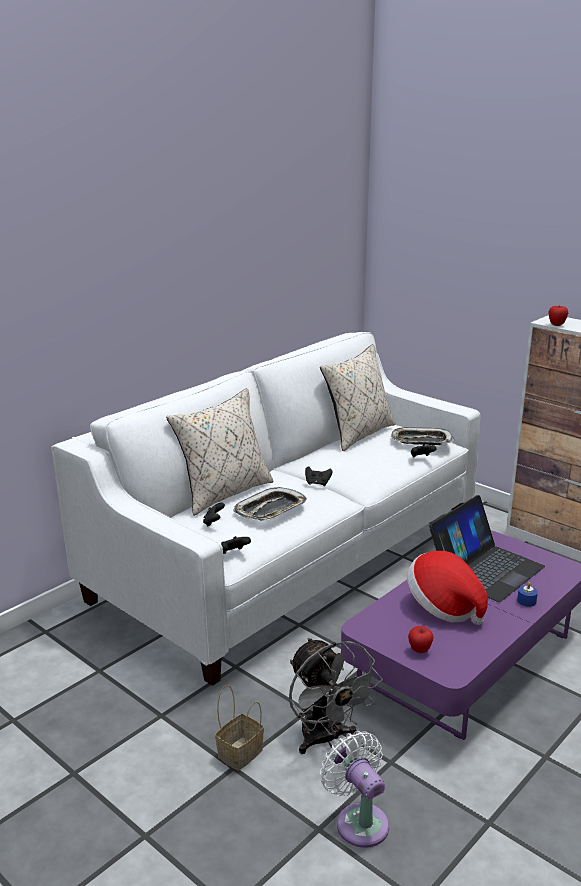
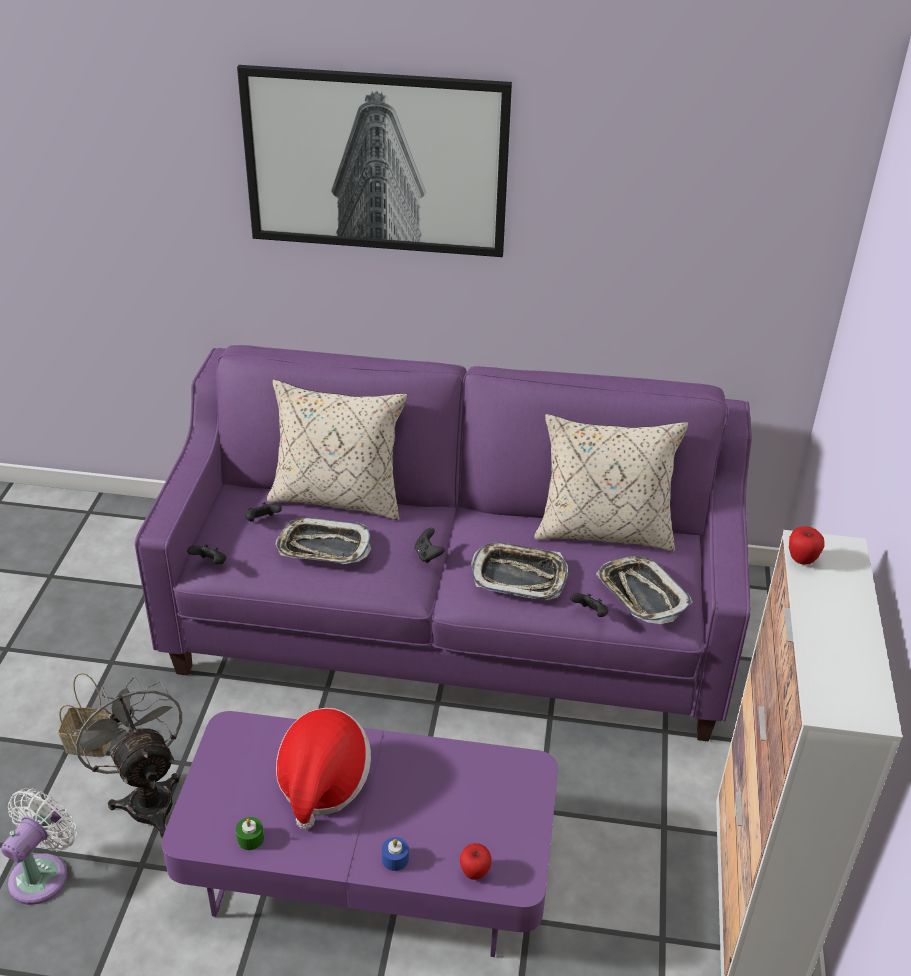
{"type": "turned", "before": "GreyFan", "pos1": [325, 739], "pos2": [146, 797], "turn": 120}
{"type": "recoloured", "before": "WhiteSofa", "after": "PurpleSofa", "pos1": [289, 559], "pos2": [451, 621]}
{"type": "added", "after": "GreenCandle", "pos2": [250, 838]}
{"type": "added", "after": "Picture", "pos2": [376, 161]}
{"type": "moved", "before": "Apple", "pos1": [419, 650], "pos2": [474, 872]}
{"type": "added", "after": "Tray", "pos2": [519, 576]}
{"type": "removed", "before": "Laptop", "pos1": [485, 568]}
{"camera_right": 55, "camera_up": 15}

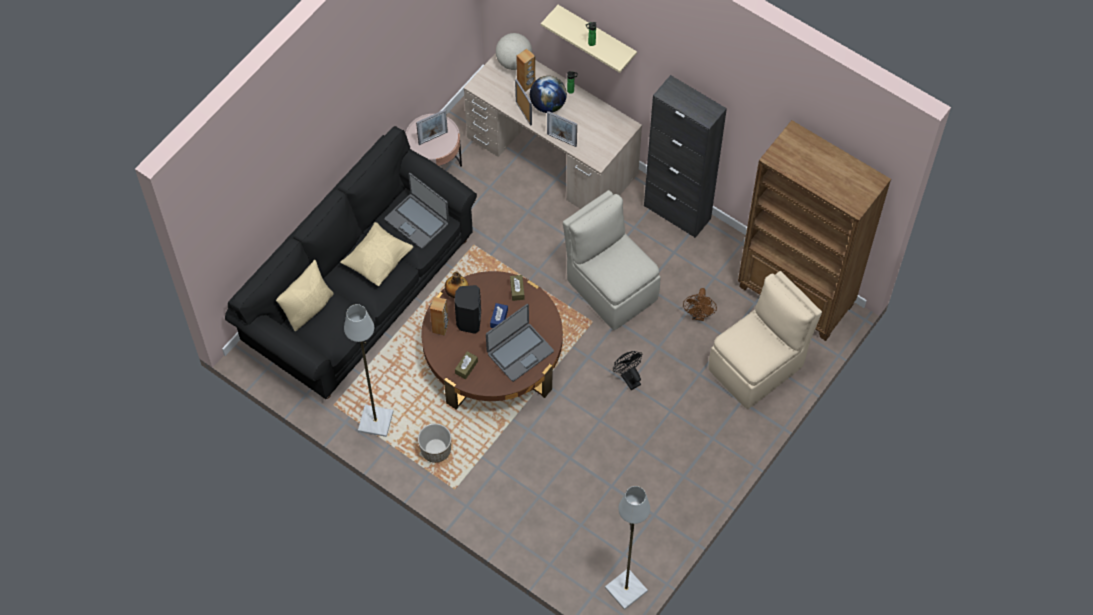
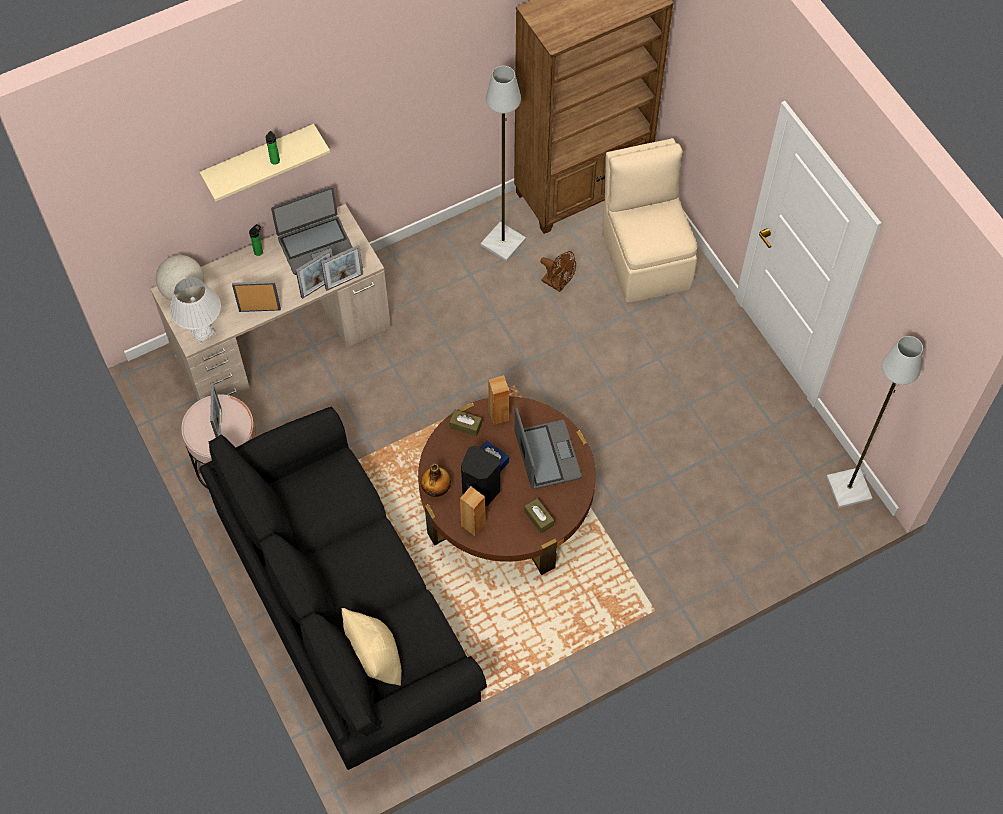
{"type": "added", "after": "WhiteTableLamp", "pos2": [203, 333]}
{"type": "moved", "before": "Laptop", "pos1": [417, 221], "pos2": [315, 245]}
{"type": "added", "after": "PictureFrame", "pos2": [344, 281]}
{"type": "moved", "before": "GreyFloorLamp", "pos1": [376, 421], "pos2": [502, 242]}
{"type": "moved", "before": "BrownSpeaker", "pos1": [526, 84], "pos2": [499, 415]}
{"type": "removed", "before": "BeigePillow", "pos1": [378, 261]}
{"type": "removed", "before": "Planter", "pos1": [436, 450]}
{"type": "removed", "before": "Globe", "pos1": [547, 104]}
{"type": "removed", "before": "BeigeChair", "pos1": [610, 287]}
{"type": "removed", "before": "BlackFan", "pos1": [628, 377]}
{"type": "removed", "before": "BlackCabinet", "pos1": [677, 212]}
{"camera_right": -65, "camera_up": 0}

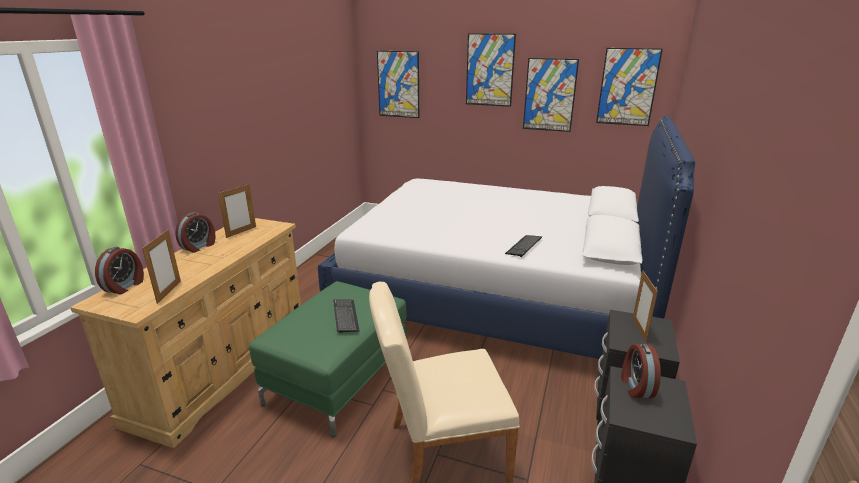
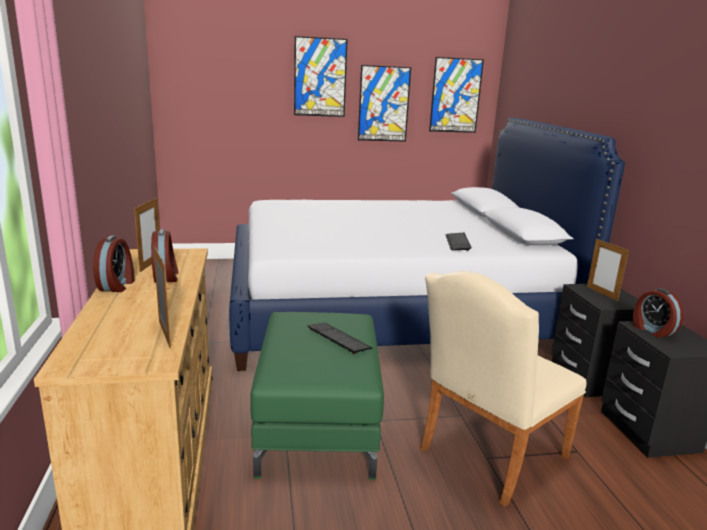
{"type": "moved", "before": "AlarmClock", "pos1": [125, 286], "pos2": [166, 276]}
{"type": "removed", "before": "Picture", "pos1": [398, 84]}
{"camera_right": -30, "camera_up": -5}

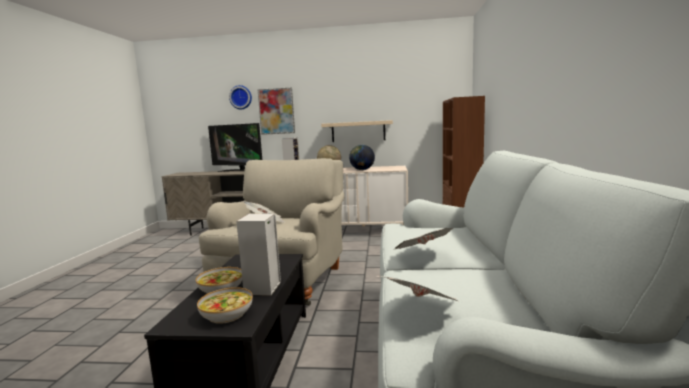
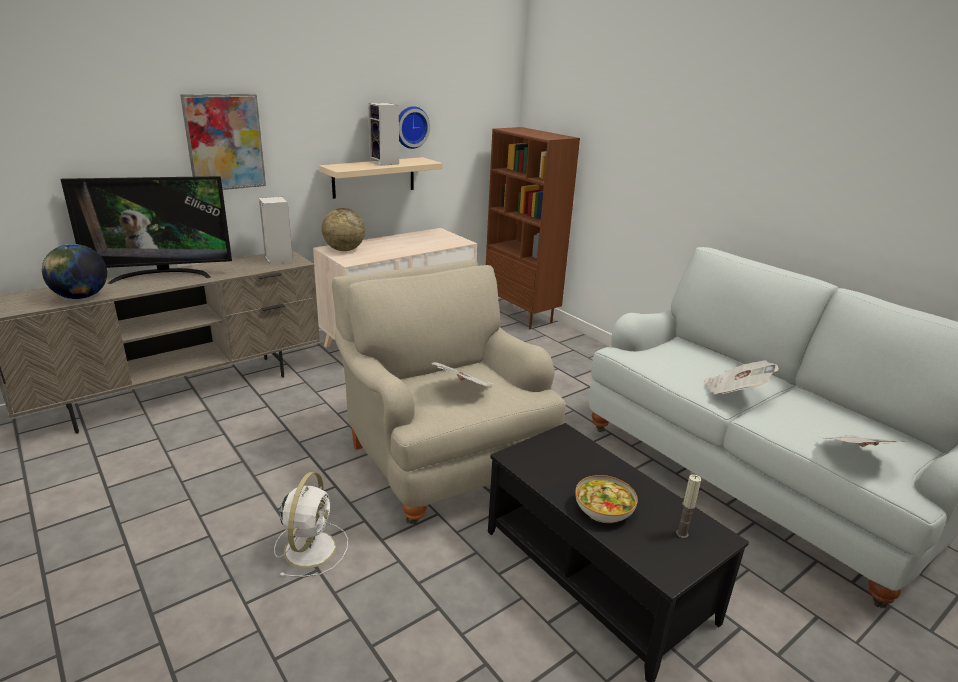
{"type": "moved", "before": "Globe", "pos1": [362, 170], "pos2": [81, 297]}
{"type": "added", "after": "WhiteFan", "pos2": [311, 547]}
{"type": "moved", "before": "Speaker", "pos1": [263, 289], "pos2": [385, 163]}
{"type": "moved", "before": "WallClock", "pos1": [241, 97], "pos2": [410, 127]}
{"type": "replaced", "before": "Bowl", "after": "Candle", "pos1": [226, 314], "pos2": [682, 533]}
{"camera_right": -45, "camera_up": 15}

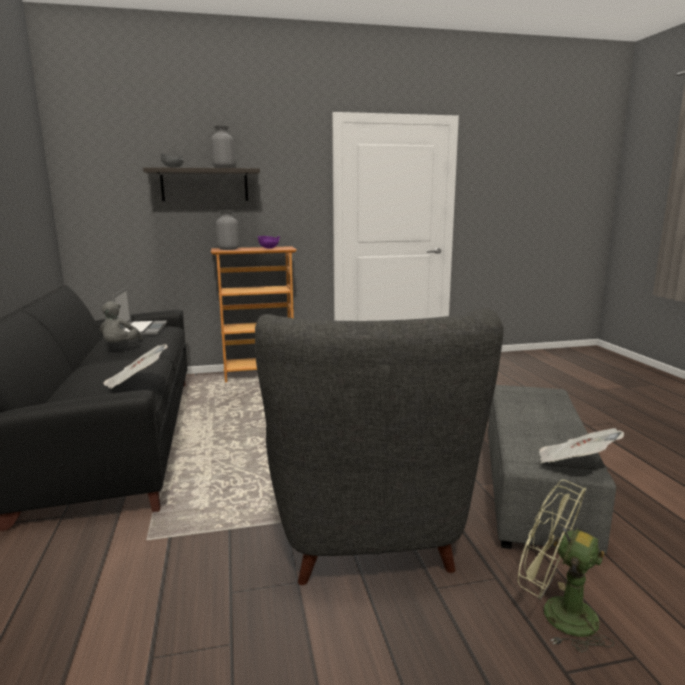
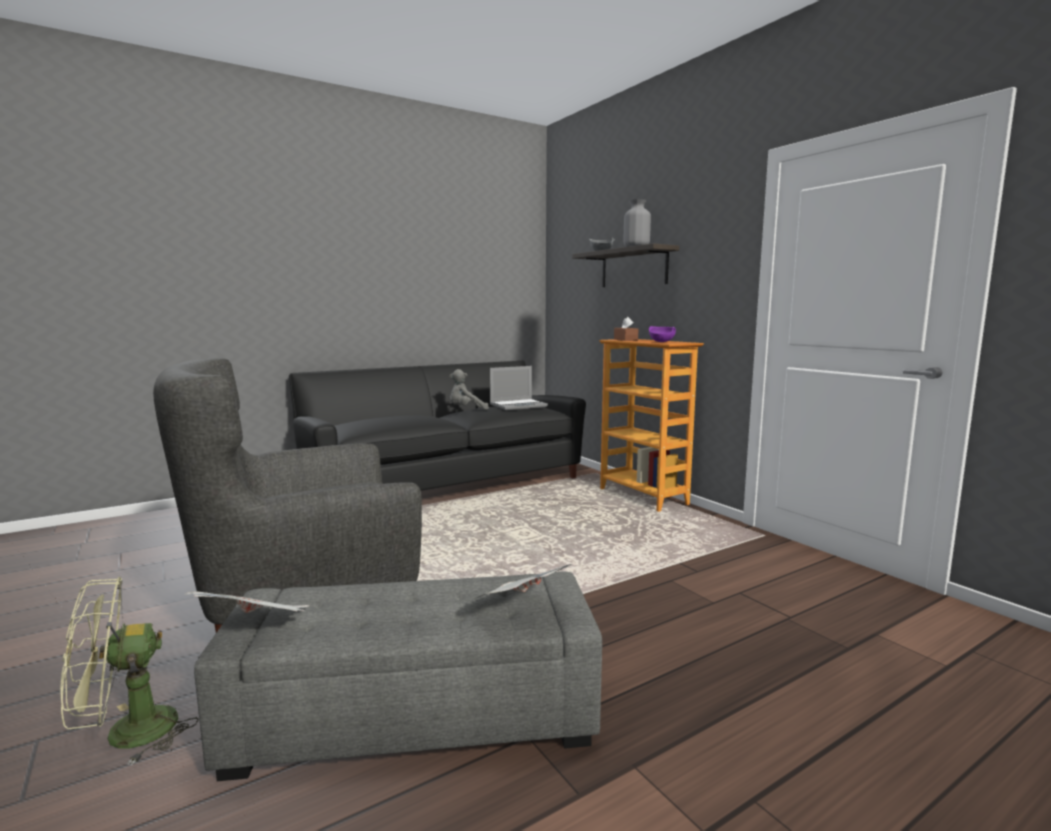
{"type": "turned", "before": "GreenFan", "pos1": [556, 613], "pos2": [125, 735], "turn": -135}
{"type": "moved", "before": "Newspaper", "pos1": [136, 383], "pos2": [519, 608]}
{"type": "replaced", "before": "GreyVase", "after": "BrownTissueBox", "pos1": [228, 249], "pos2": [625, 340]}
{"camera_right": 70, "camera_up": -5}

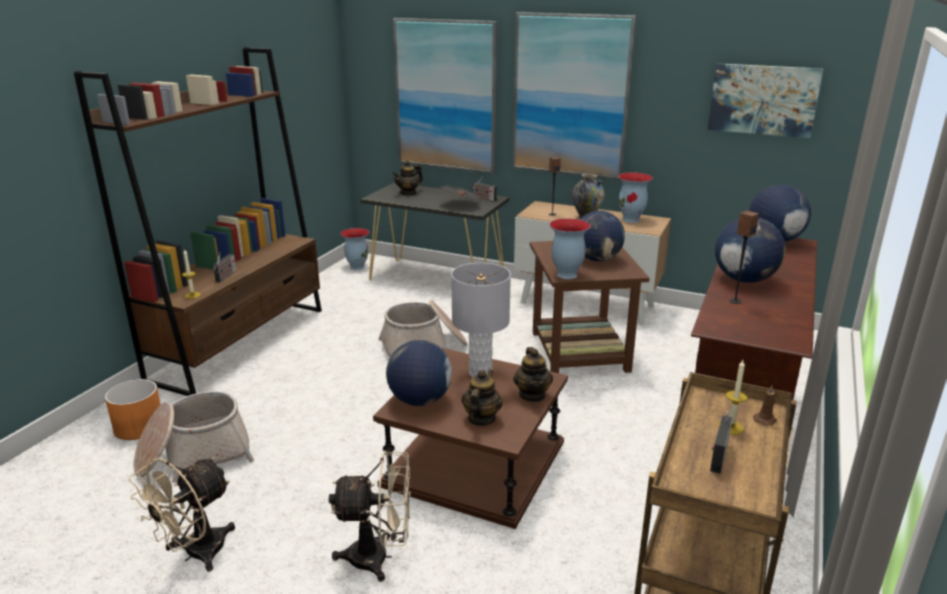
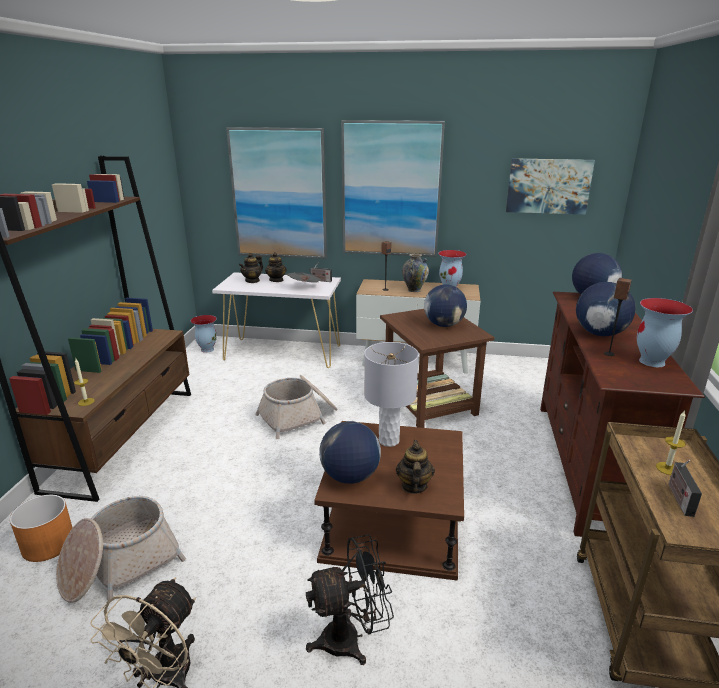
{"type": "recoloured", "before": "BlackConsoleTable", "after": "WhiteConsoleTable", "pos1": [437, 279], "pos2": [283, 353]}
{"type": "moved", "before": "Teapot", "pos1": [532, 395], "pos2": [276, 280]}
{"type": "recoloured", "before": "BeigeFan", "after": "BlackFan", "pos1": [379, 557], "pos2": [351, 638]}
{"type": "moved", "before": "Vase", "pos1": [567, 275], "pos2": [652, 362]}
{"type": "removed", "before": "Radio", "pos1": [225, 277]}
{"type": "removed", "before": "BrownCandle", "pos1": [765, 419]}
{"camera_right": -15, "camera_up": 0}

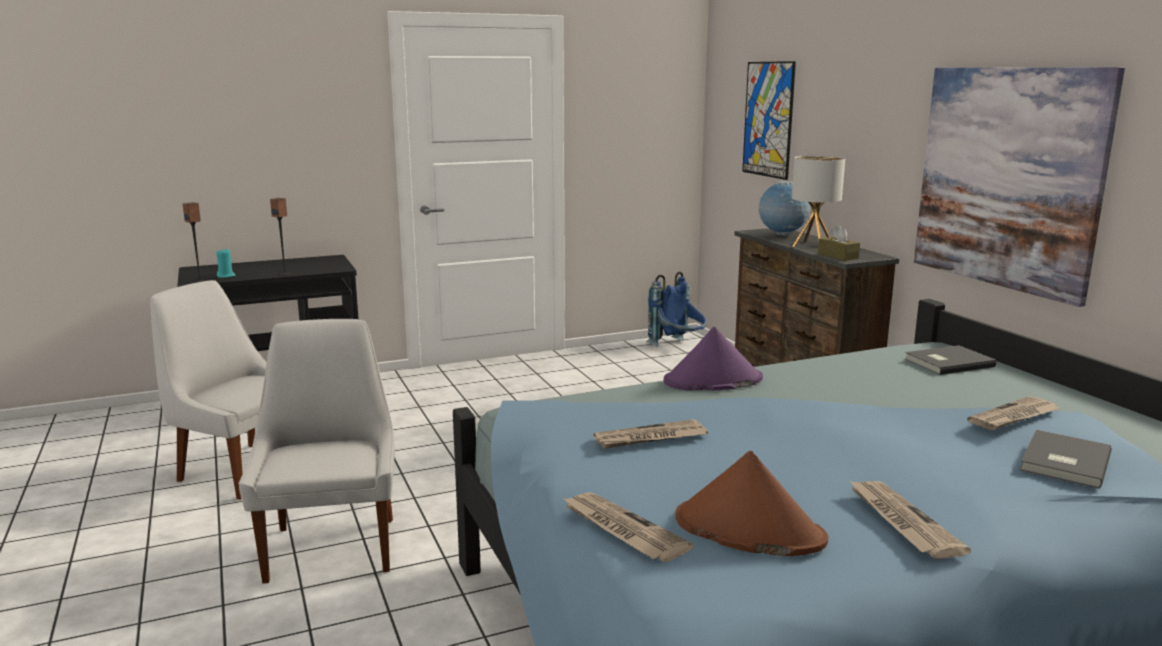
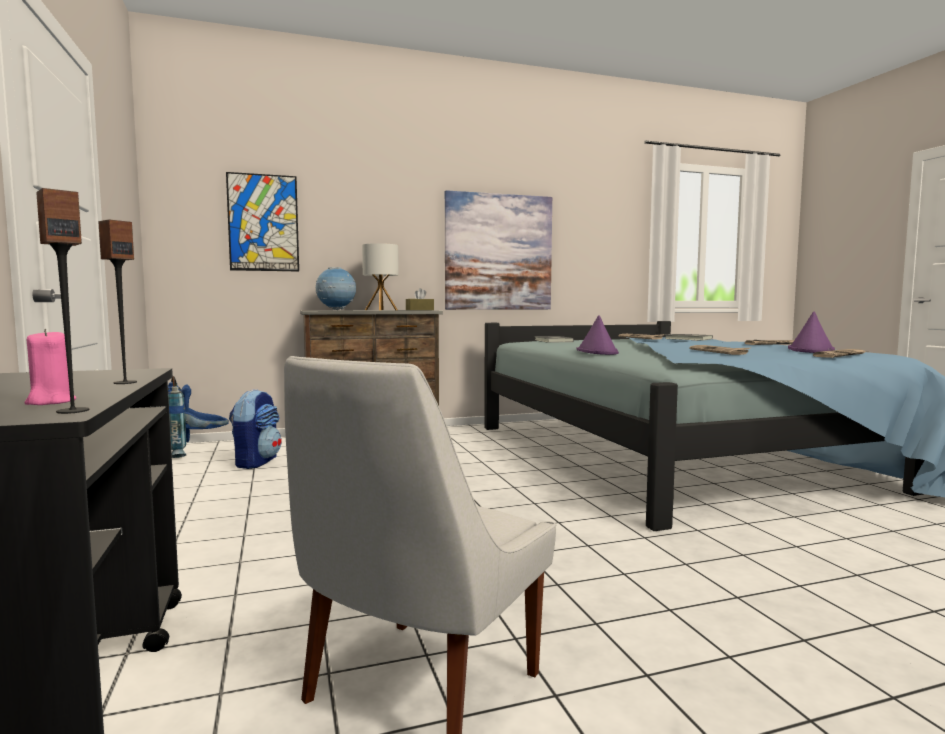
{"type": "recoloured", "before": "TurquoiseCandle", "after": "PinkCandle", "pos1": [226, 276], "pos2": [50, 402]}
{"type": "added", "after": "Backpack", "pos2": [256, 462]}
{"type": "recoloured", "before": "BrownHat", "after": "PurpleHat", "pos1": [748, 529], "pos2": [811, 350]}
{"type": "removed", "before": "WhiteChair", "pos1": [333, 546]}
{"camera_right": -85, "camera_up": -10}

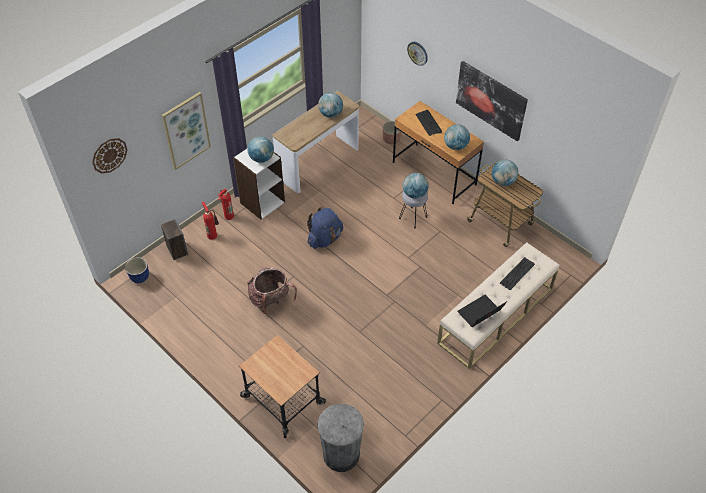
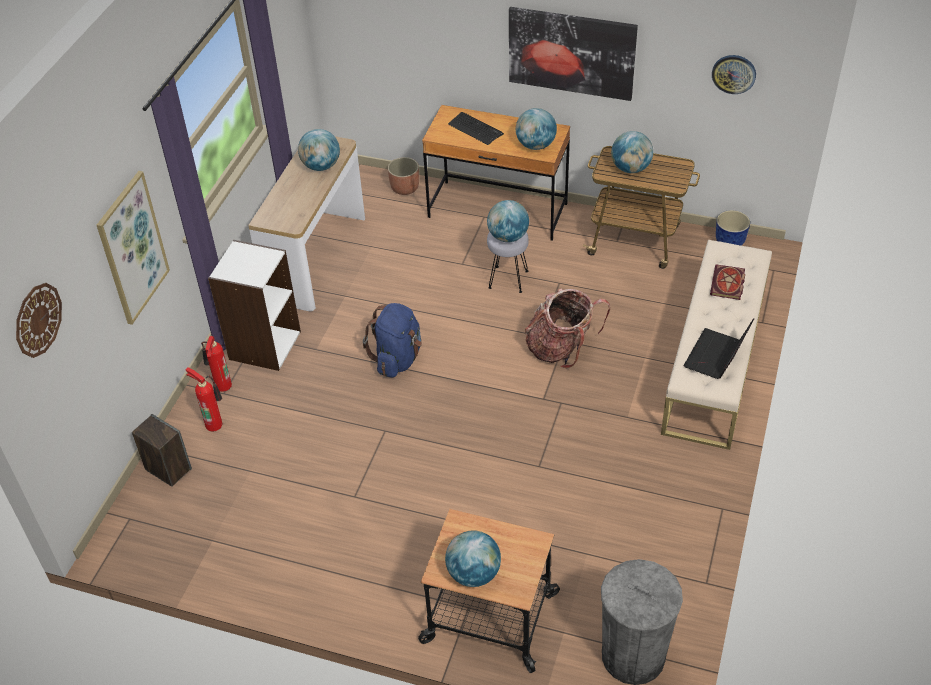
{"type": "moved", "before": "Globe", "pos1": [261, 158], "pos2": [474, 573]}
{"type": "moved", "before": "Backpack", "pos1": [271, 300], "pos2": [561, 348]}
{"type": "replaced", "before": "Keyboard", "after": "Book", "pos1": [517, 274], "pos2": [728, 284]}
{"type": "moved", "before": "WallClock", "pos1": [418, 53], "pos2": [734, 73]}
{"type": "moved", "before": "Planter", "pos1": [140, 278], "pos2": [730, 243]}
{"camera_right": -25, "camera_up": -5}

